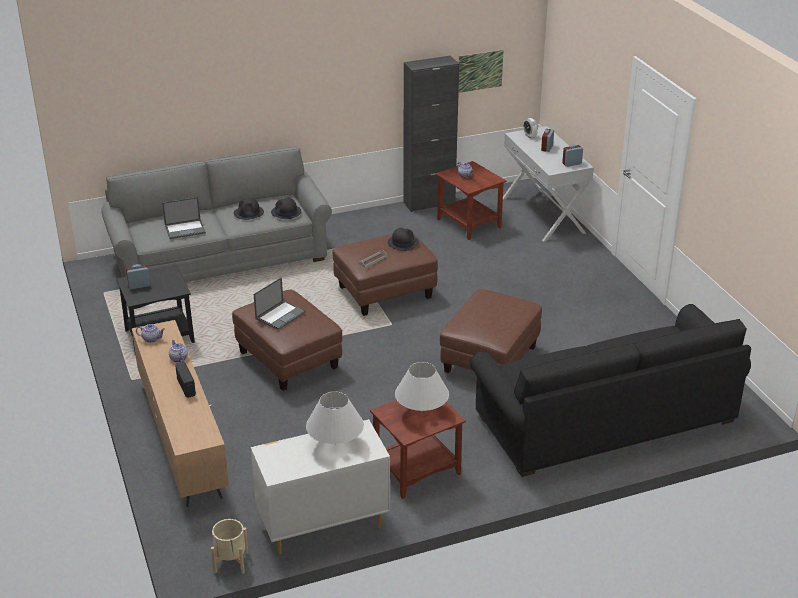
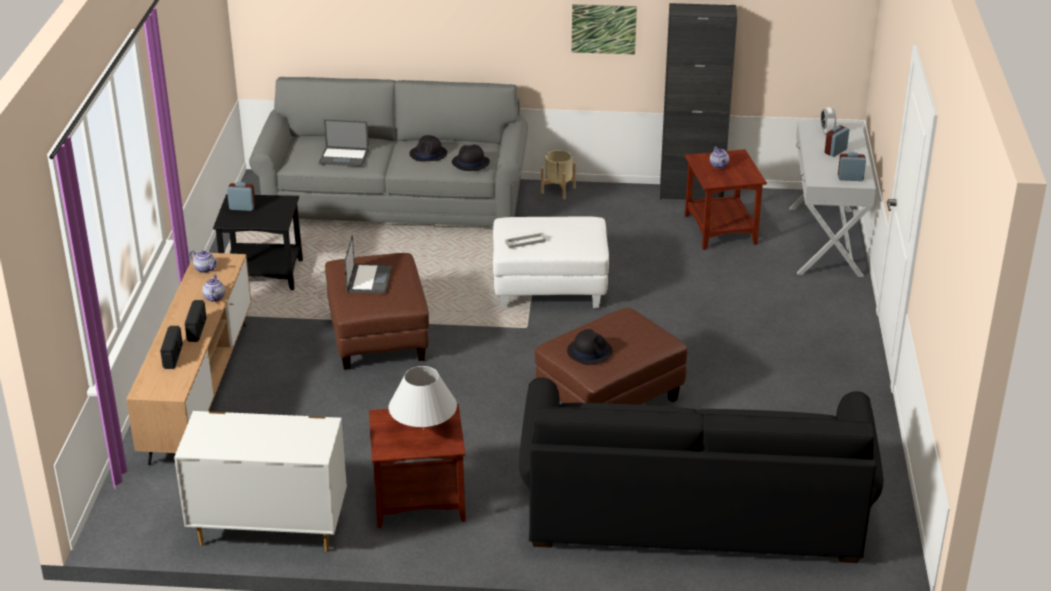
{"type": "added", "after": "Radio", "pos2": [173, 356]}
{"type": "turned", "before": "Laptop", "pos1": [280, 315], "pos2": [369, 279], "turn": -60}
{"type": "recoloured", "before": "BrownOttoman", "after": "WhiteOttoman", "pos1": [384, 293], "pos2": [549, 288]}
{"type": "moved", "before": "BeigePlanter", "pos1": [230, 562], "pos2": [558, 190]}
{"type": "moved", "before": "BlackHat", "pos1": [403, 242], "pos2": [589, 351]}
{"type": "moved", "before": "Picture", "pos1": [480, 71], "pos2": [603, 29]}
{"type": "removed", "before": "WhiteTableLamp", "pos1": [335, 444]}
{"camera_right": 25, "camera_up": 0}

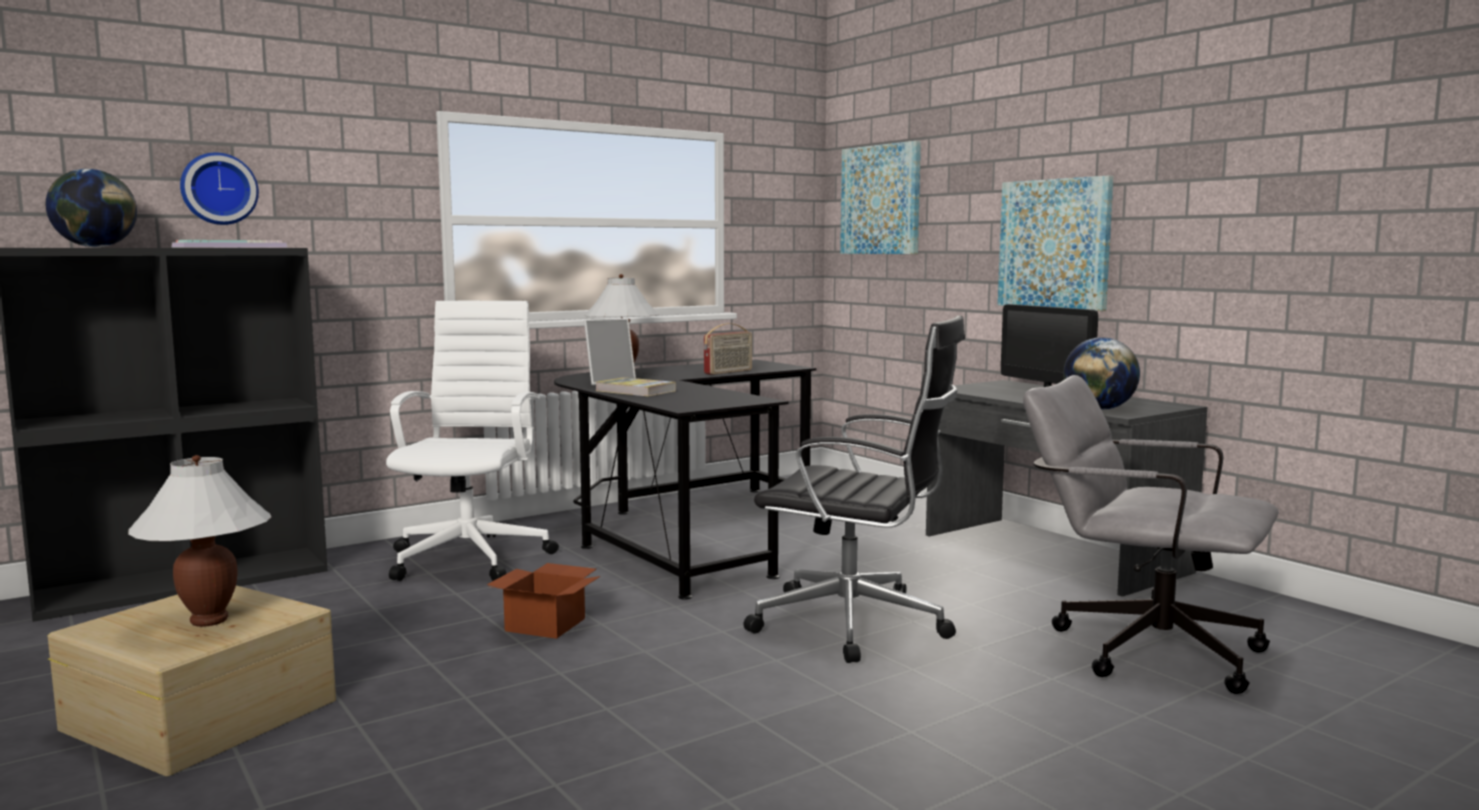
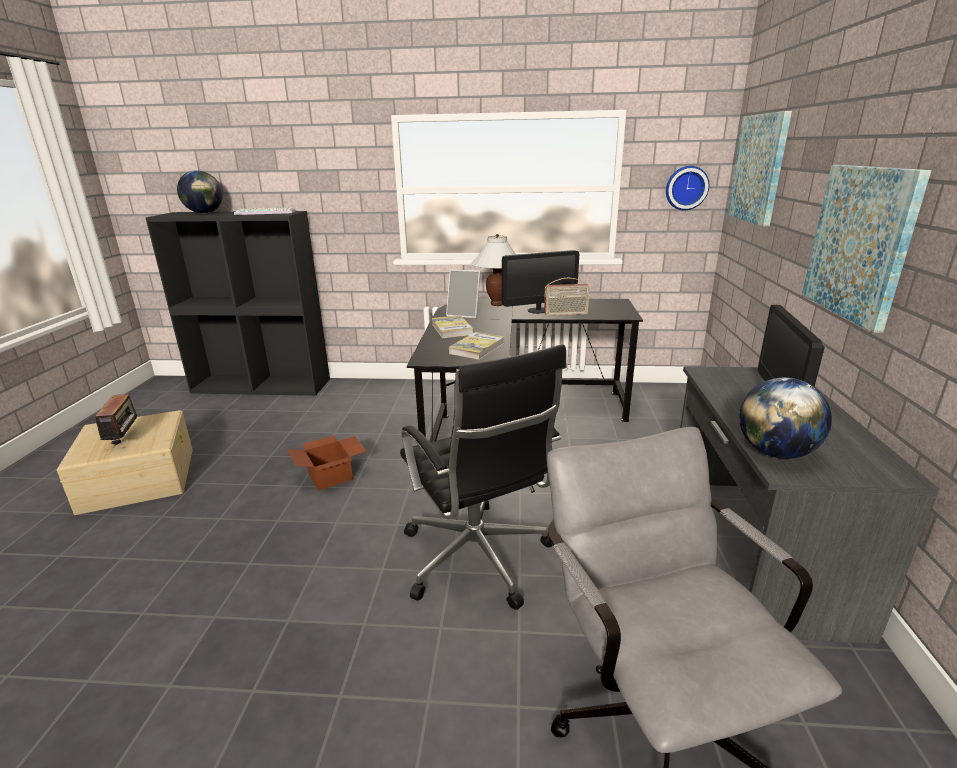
{"type": "replaced", "before": "WhiteTableLamp", "after": "Radio", "pos1": [208, 621], "pos2": [125, 439]}
{"type": "added", "after": "Book", "pos2": [477, 348]}
{"type": "added", "after": "Monitor", "pos2": [538, 310]}
{"type": "moved", "before": "WallClock", "pos1": [219, 189], "pos2": [686, 188]}
{"type": "removed", "before": "WhiteOfficeChair", "pos1": [472, 557]}
{"camera_right": 40, "camera_up": 15}

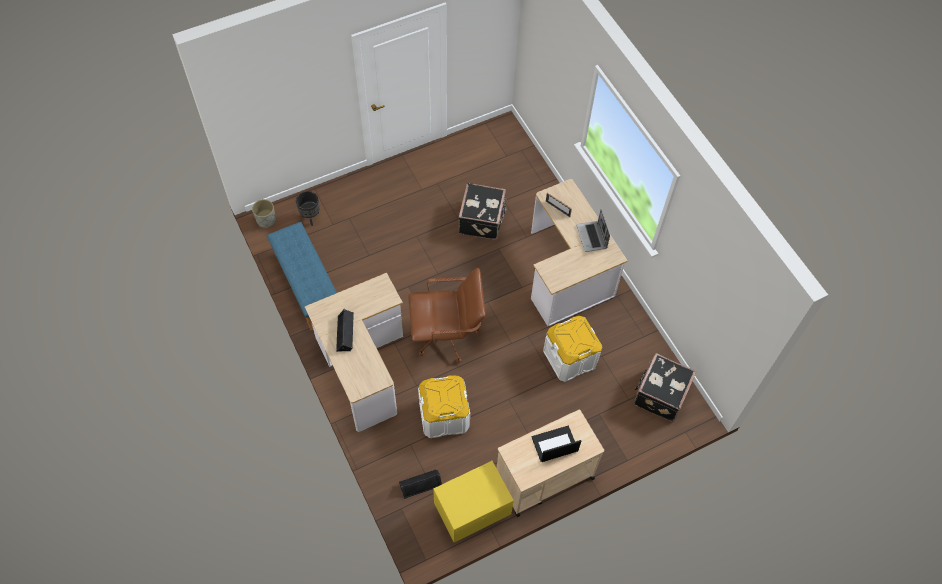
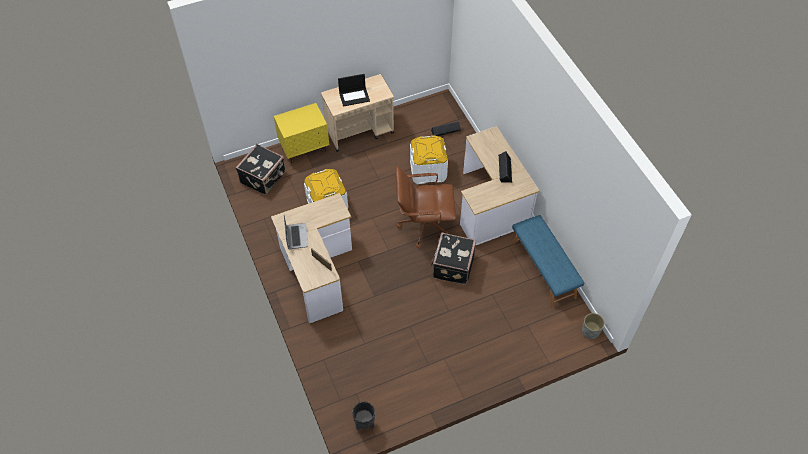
{"type": "moved", "before": "YellowNightstand", "pos1": [472, 514], "pos2": [304, 148]}
{"type": "moved", "before": "BlackPlanter", "pos1": [311, 217], "pos2": [364, 424]}
{"type": "moved", "before": "BlackSuitcase", "pos1": [482, 220], "pos2": [452, 266]}
{"camera_right": -175, "camera_up": -5}

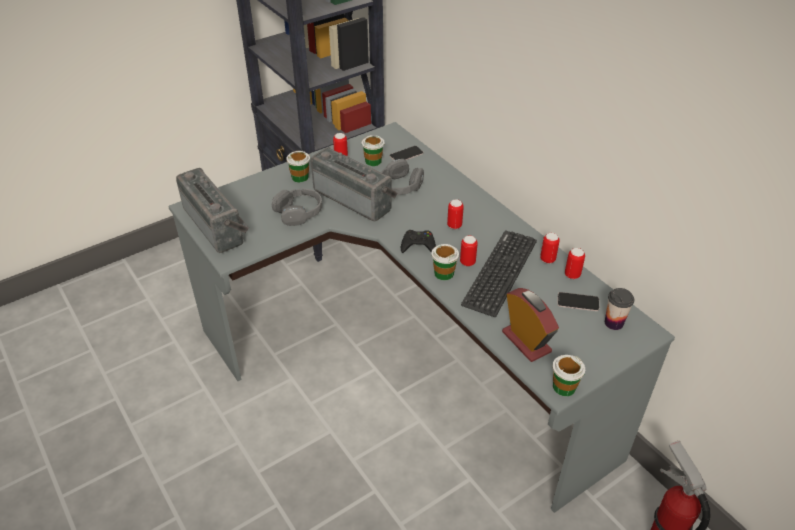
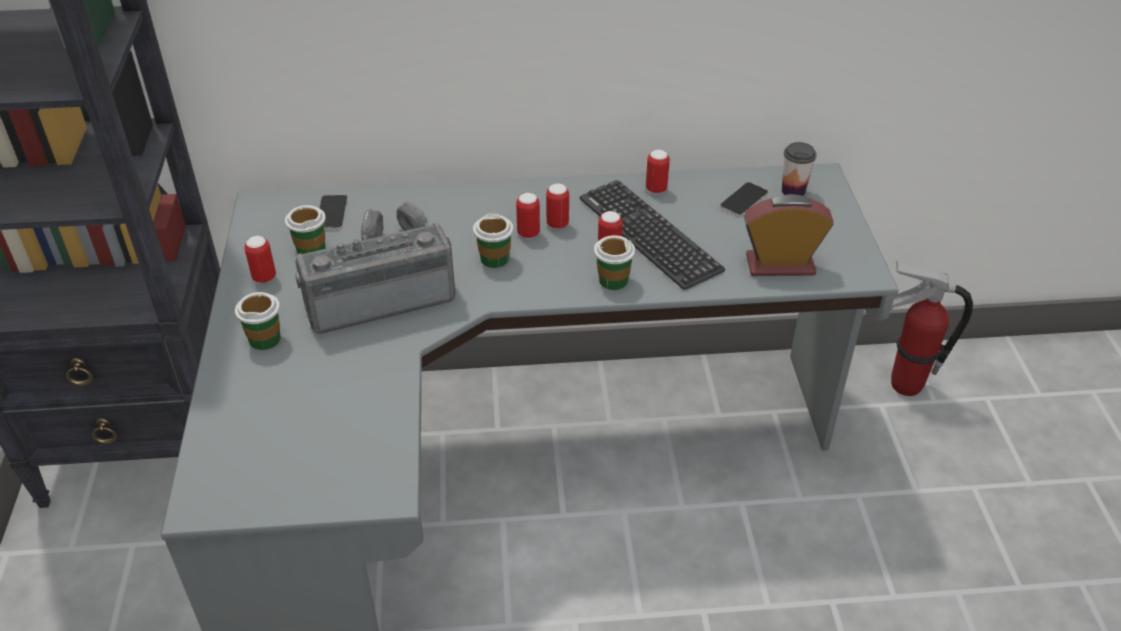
{"type": "moved", "before": "Cup", "pos1": [564, 387], "pos2": [494, 259]}
{"type": "moved", "before": "Can", "pos1": [572, 275], "pos2": [557, 224]}
{"type": "removed", "before": "Radio", "pos1": [218, 225]}
{"type": "removed", "before": "GreyHeadphones", "pos1": [299, 212]}
{"type": "removed", "before": "BlackGameController", "pos1": [418, 245]}
{"camera_right": -60, "camera_up": 0}

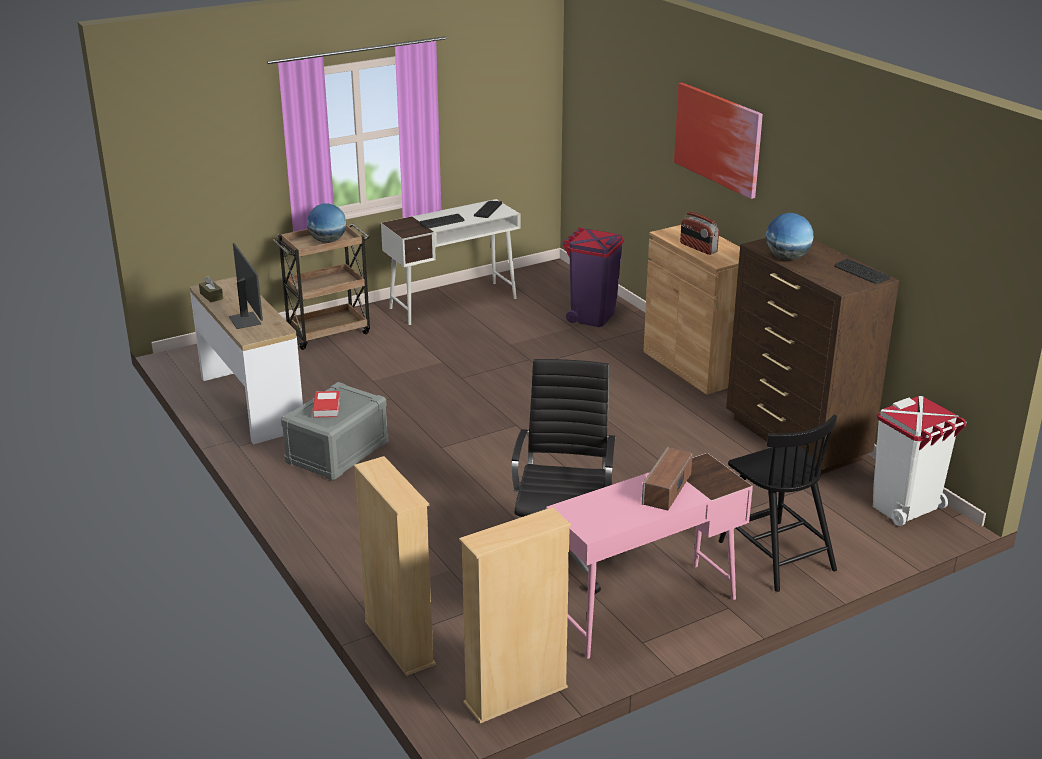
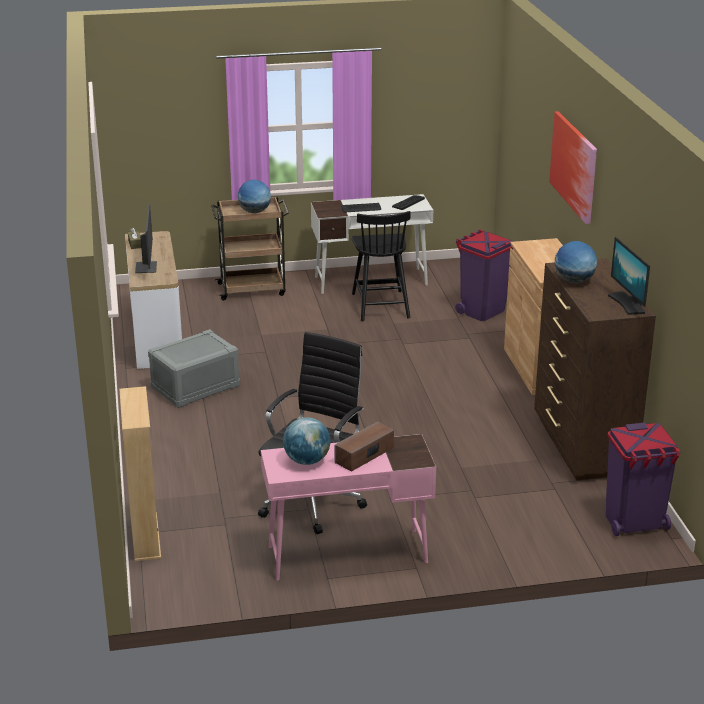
{"type": "added", "after": "Globe", "pos2": [307, 461]}
{"type": "moved", "before": "BlackChair", "pos1": [775, 554], "pos2": [380, 305]}
{"type": "recoloured", "before": "WhiteTrashCan", "after": "PurpleTrashCan", "pos1": [906, 508], "pos2": [634, 523]}
{"type": "replaced", "before": "Keyboard", "after": "Monitor", "pos1": [861, 272], "pos2": [627, 303]}
{"type": "removed", "before": "Book", "pos1": [326, 407]}
{"type": "removed", "before": "BeigeBookcase", "pos1": [516, 695]}
{"type": "removed", "before": "Radio", "pos1": [698, 248]}
{"camera_right": 20, "camera_up": 0}

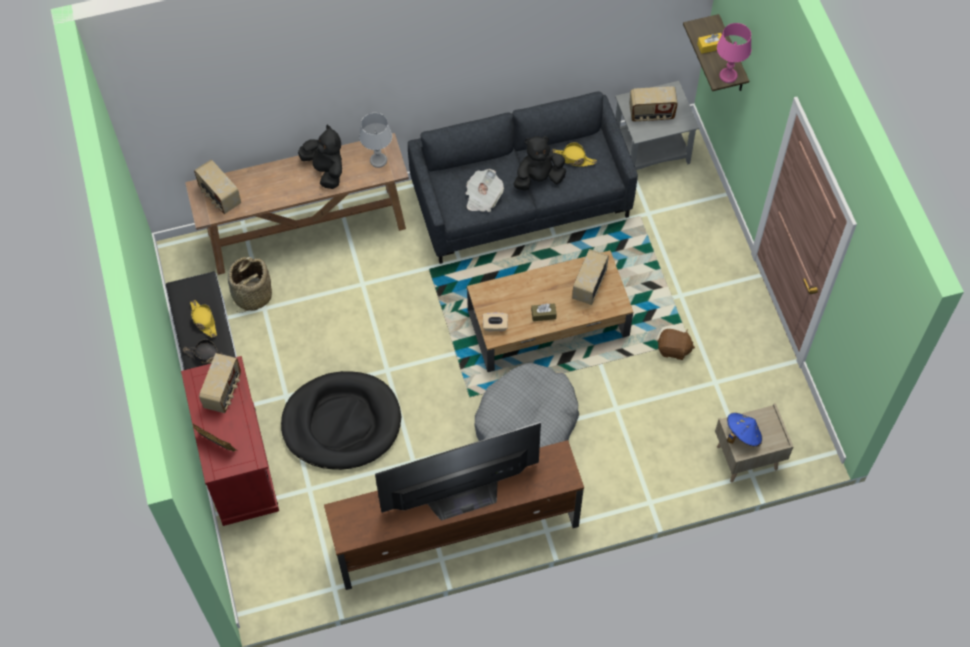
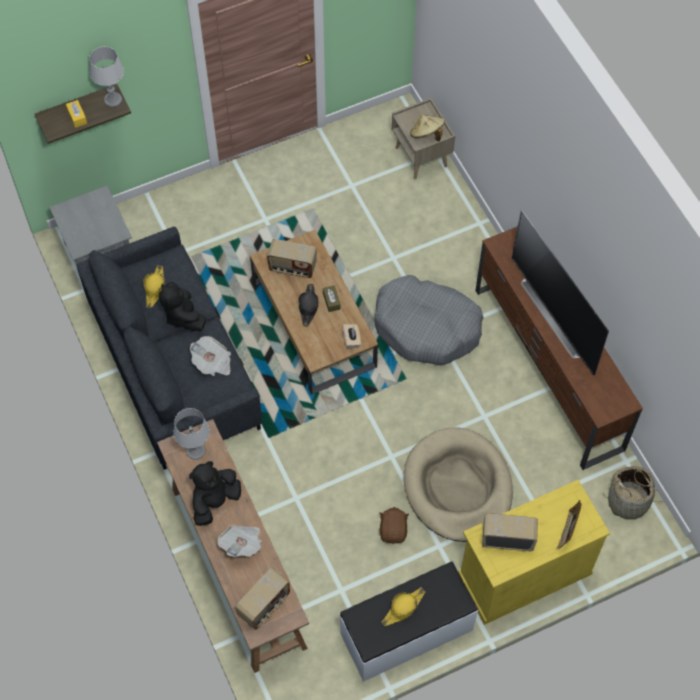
{"type": "recoloured", "before": "PinkTableLamp", "after": "GreyTableLamp", "pos1": [728, 76], "pos2": [113, 100]}
{"type": "added", "after": "Newspaper", "pos2": [242, 544]}
{"type": "moved", "before": "BlackHat", "pos1": [207, 356], "pos2": [308, 307]}
{"type": "moved", "before": "BrownPlushToy", "pos1": [674, 349], "pos2": [393, 530]}
{"type": "recoloured", "before": "BlackDogBed", "after": "BeigeDogBed", "pos1": [342, 423], "pos2": [458, 487]}
{"type": "recoloured", "before": "BlueHat", "after": "BeigeHat", "pos1": [742, 435], "pos2": [426, 134]}
{"type": "recoloured", "before": "RedCabinet", "after": "YellowCabinet", "pos1": [239, 464], "pos2": [524, 574]}
{"type": "moved", "before": "Basket", "pos1": [252, 295], "pos2": [628, 501]}
{"type": "removed", "before": "Radio", "pos1": [651, 114]}
{"camera_right": -100, "camera_up": 0}

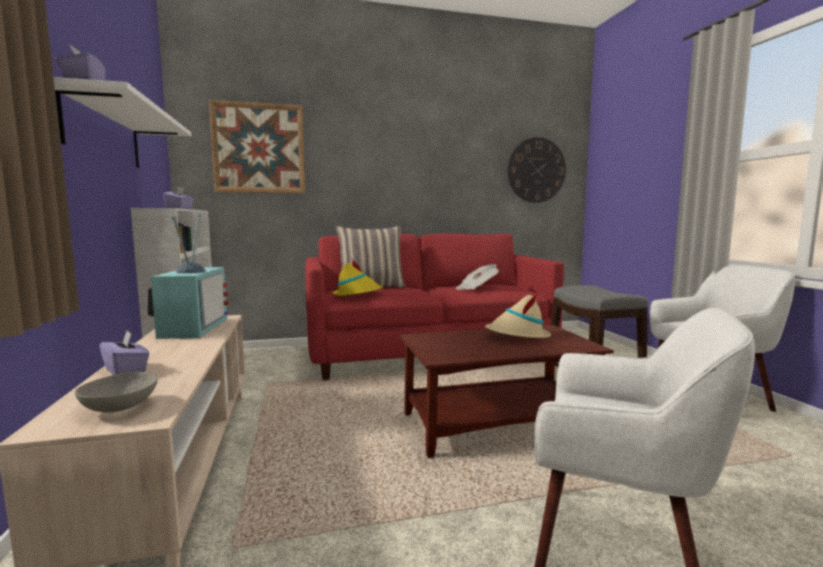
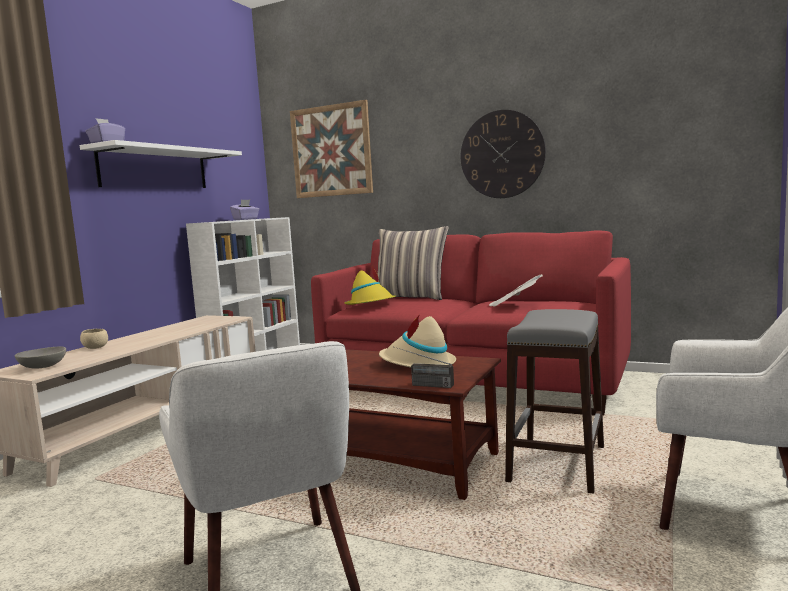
{"type": "replaced", "before": "PurpleTissueBox", "after": "BeigeBowl", "pos1": [126, 370], "pos2": [95, 348]}
{"type": "added", "after": "Radio", "pos2": [422, 385]}
{"type": "moved", "before": "WallClock", "pos1": [536, 170], "pos2": [502, 154]}
{"type": "removed", "before": "Television", "pos1": [190, 327]}
{"camera_right": 40, "camera_up": 0}

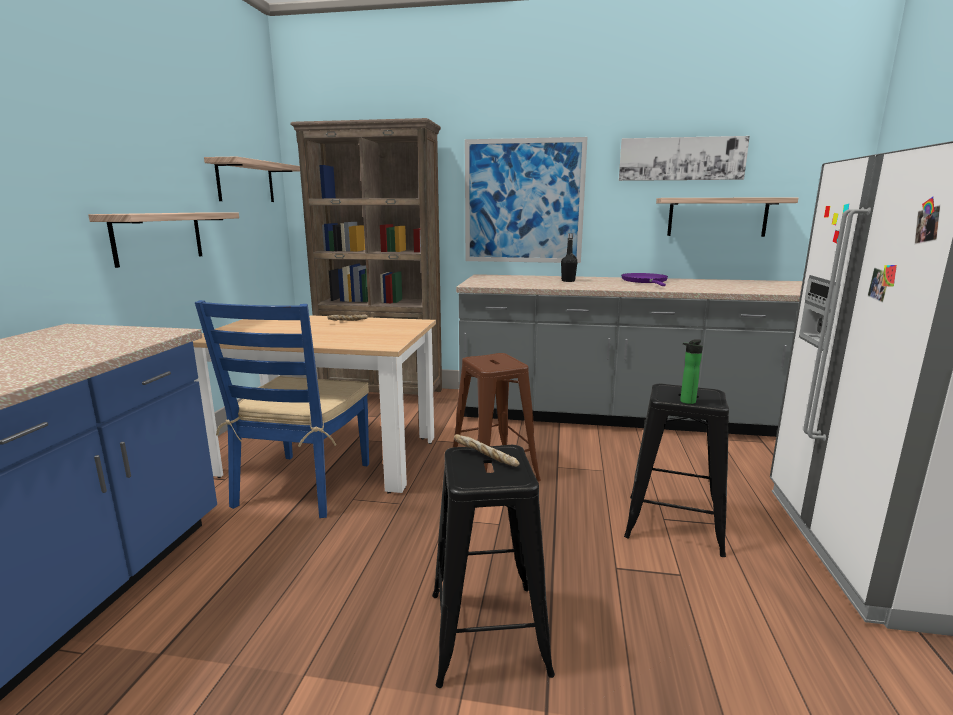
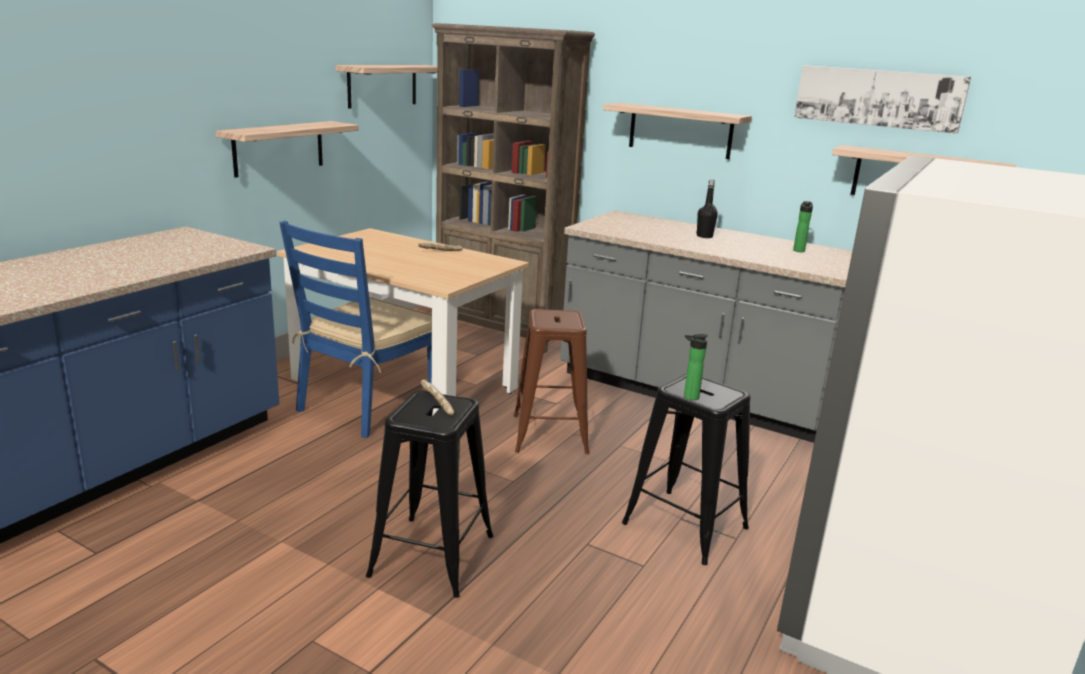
{"type": "replaced", "before": "Picture", "after": "Shelf", "pos1": [523, 202], "pos2": [680, 131]}
{"type": "replaced", "before": "PurpleFryingPan", "after": "Bottle", "pos1": [645, 281], "pos2": [799, 250]}
{"camera_right": 20, "camera_up": 5}

